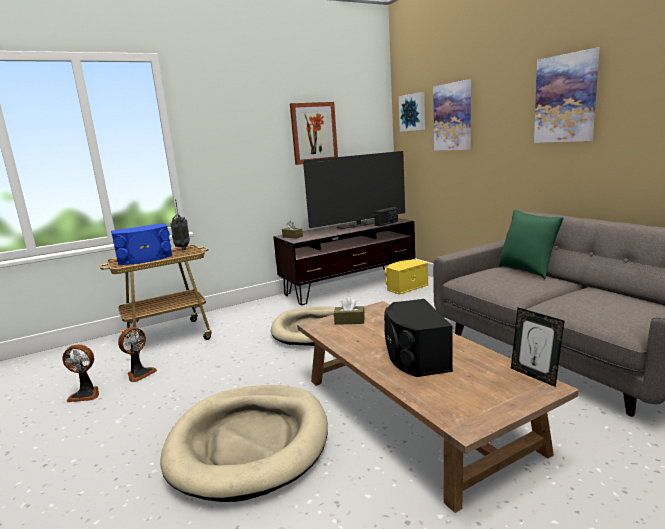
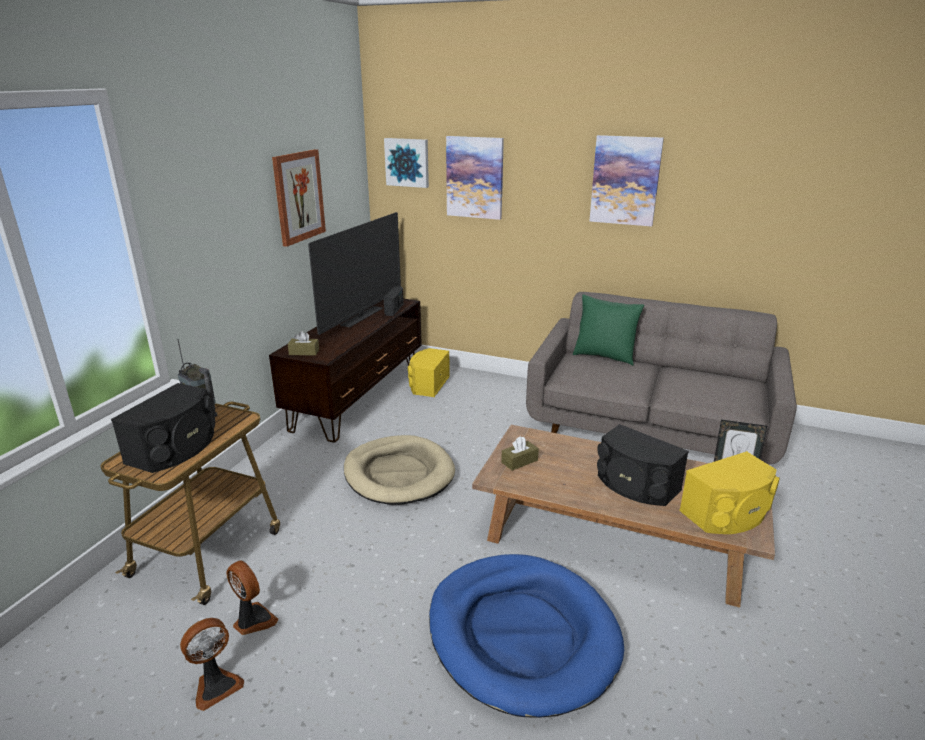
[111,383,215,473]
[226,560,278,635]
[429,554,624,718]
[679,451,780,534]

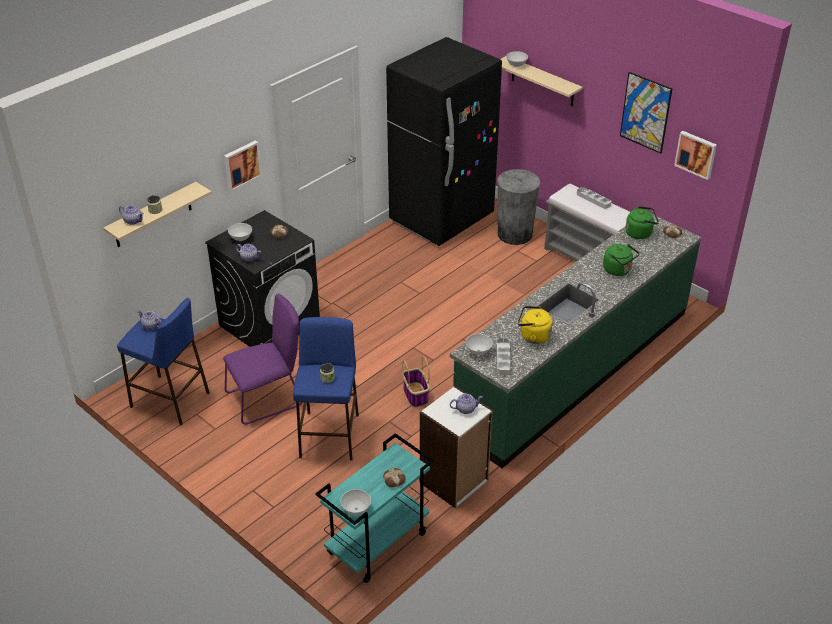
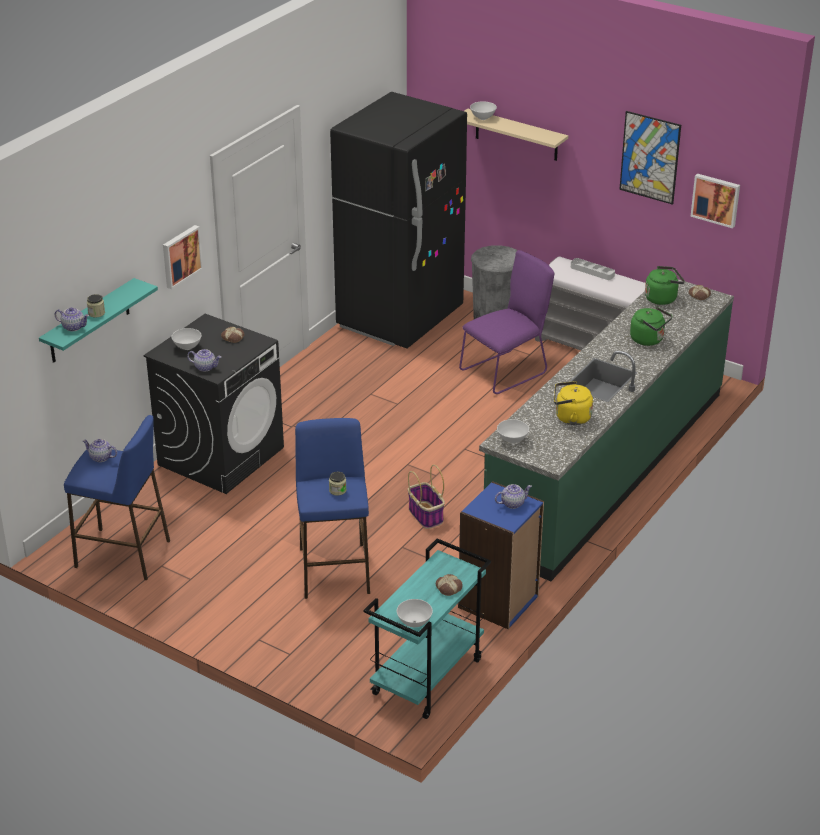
[39,278,158,363]
[459,250,554,394]
[497,338,511,375] (first image)
[458,481,544,629]

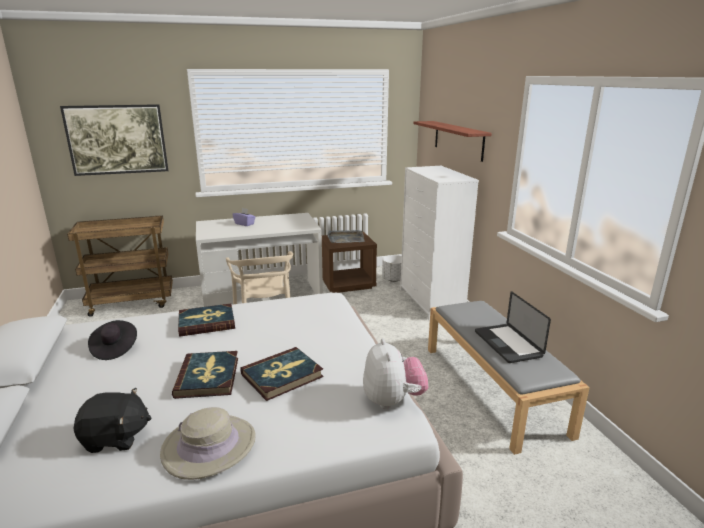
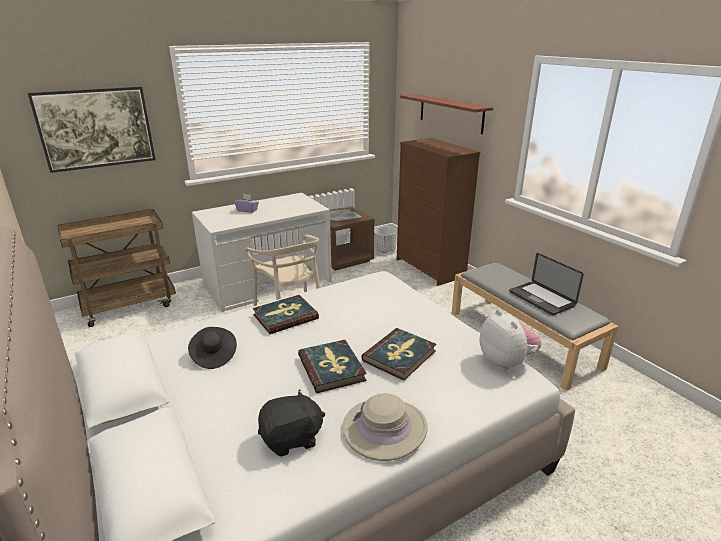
[397,138,480,286]

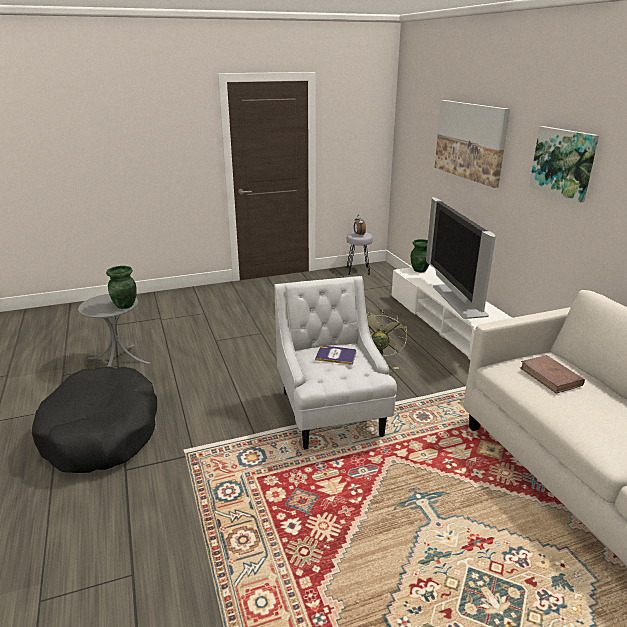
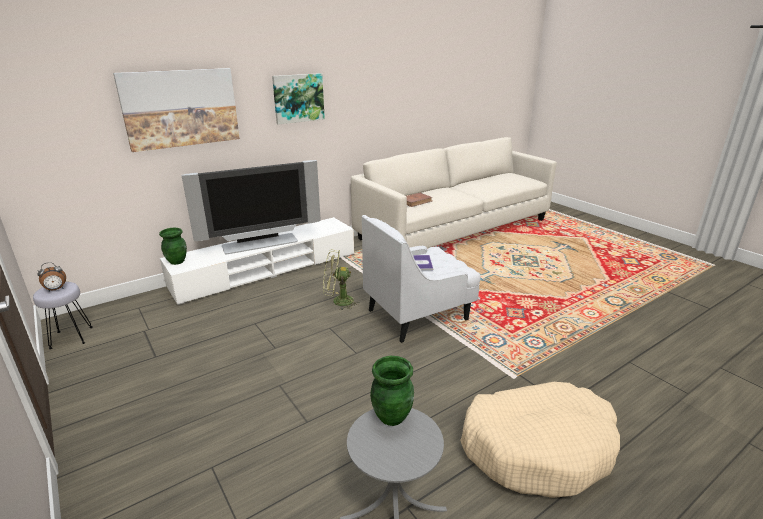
[460,382,620,498]

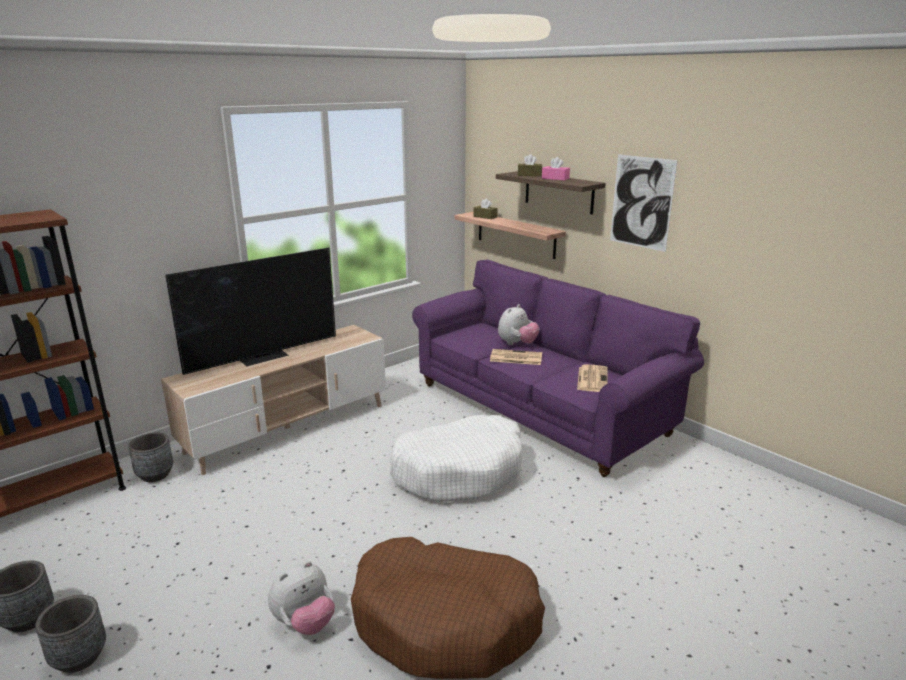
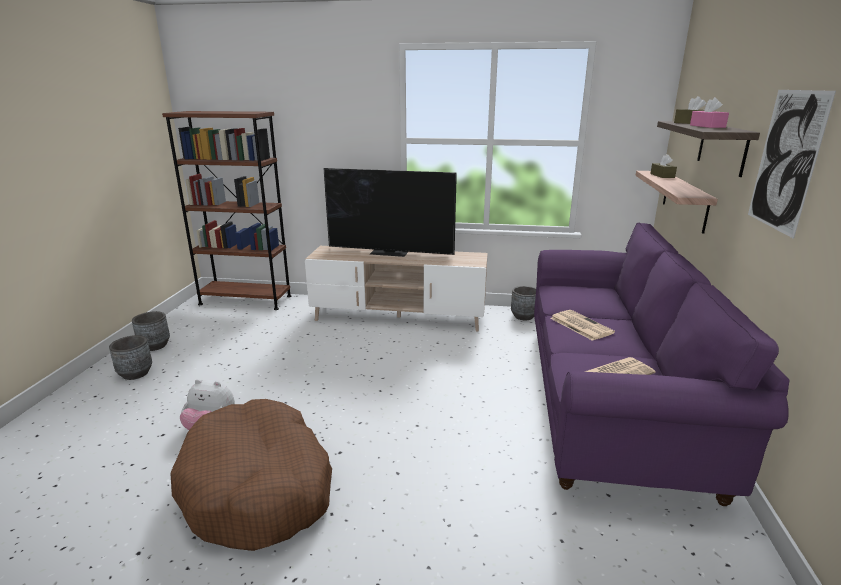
[498,304,539,345] (first image)
[390,415,522,502] (first image)
[511,286,536,320]

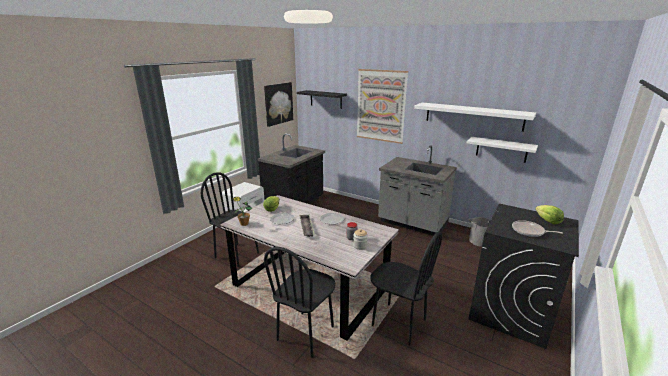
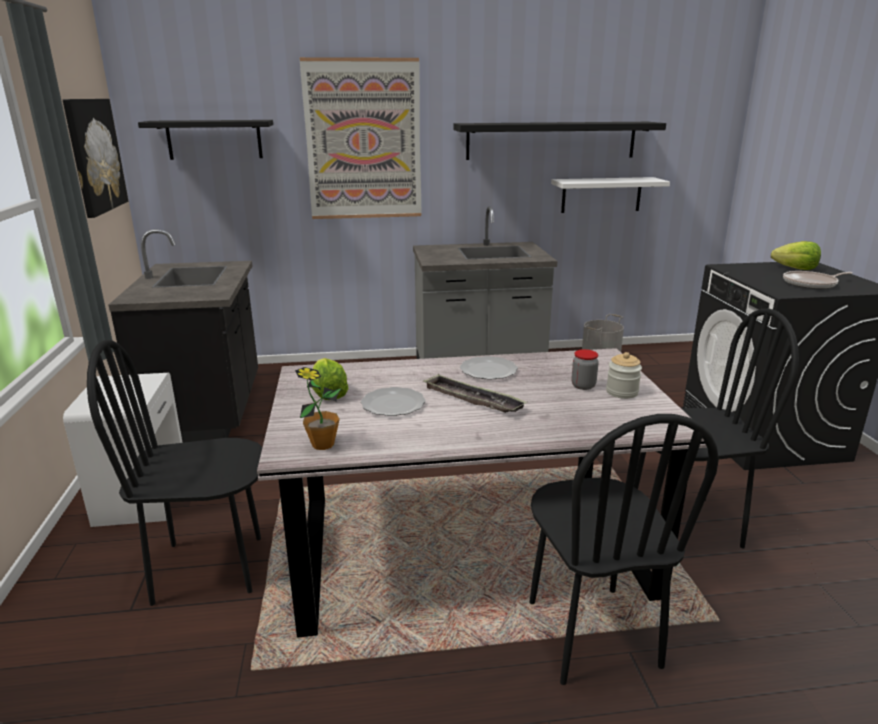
[454,122,666,160]

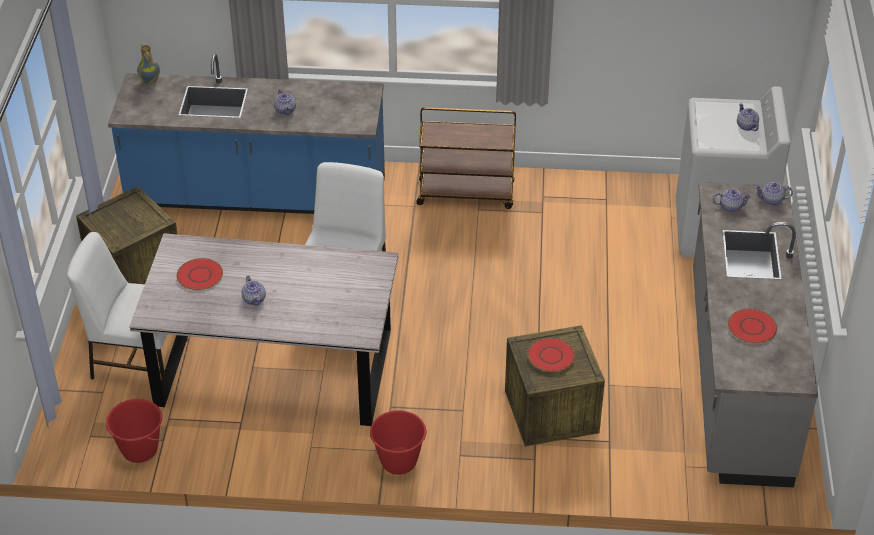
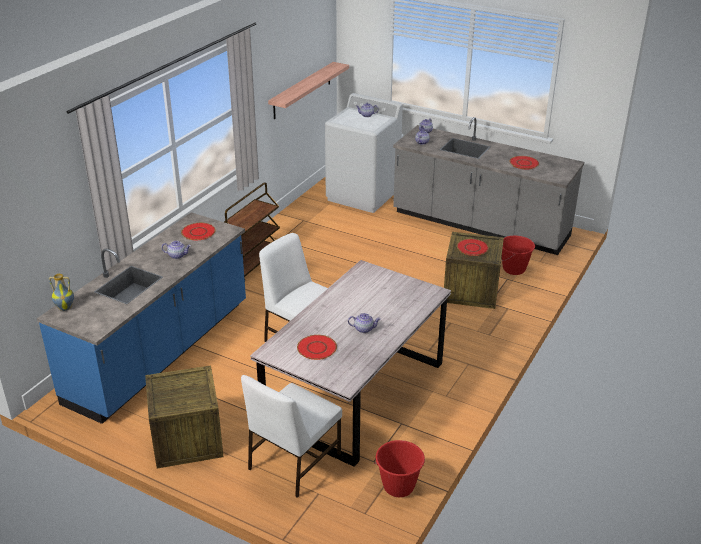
[501,236,535,275]
[268,62,349,119]
[181,223,216,240]

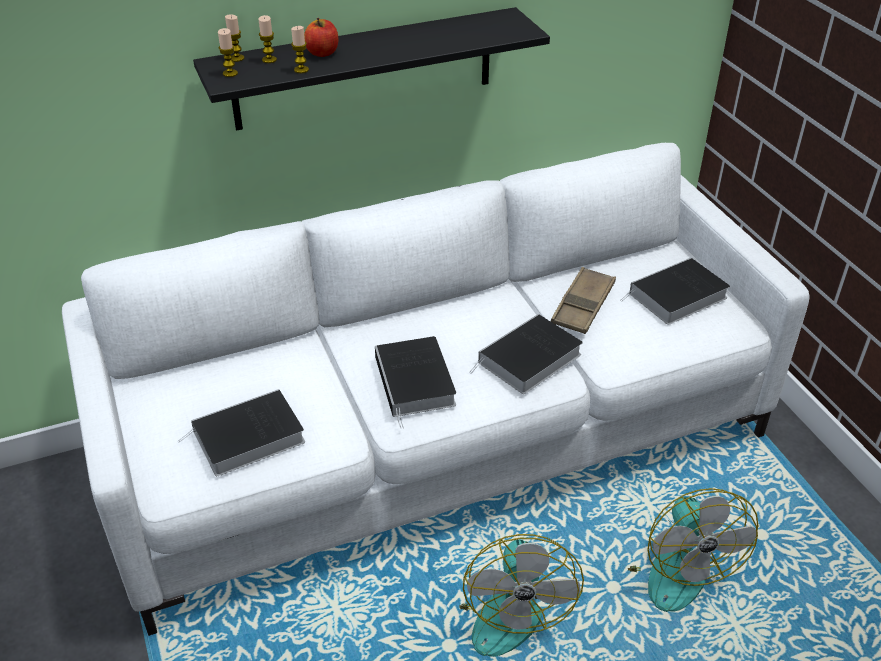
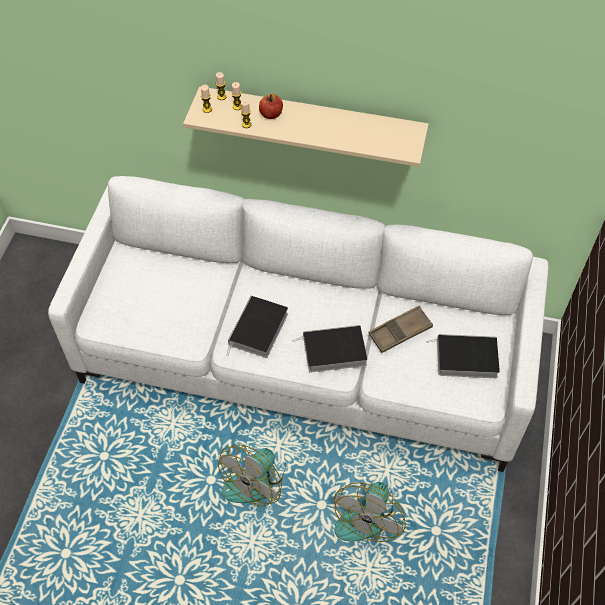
[183,86,429,167]
[177,389,305,476] (first image)

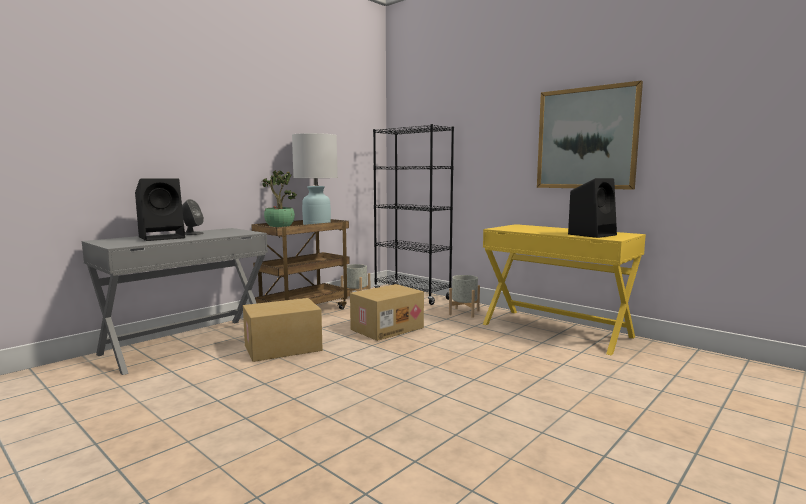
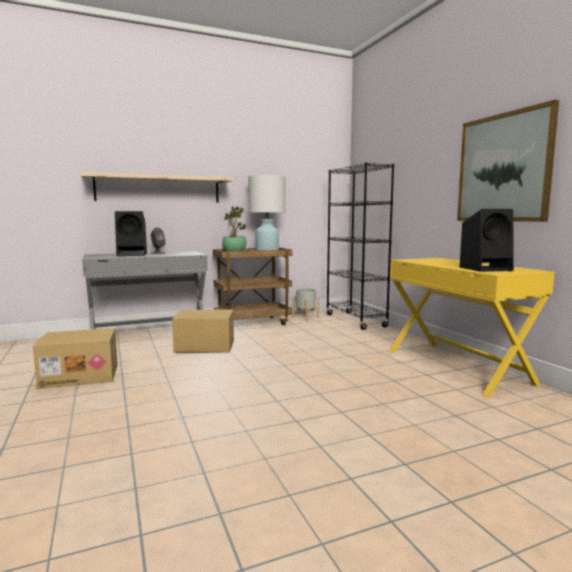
[449,275,480,318] (first image)
[33,328,118,389]
[81,172,233,203]

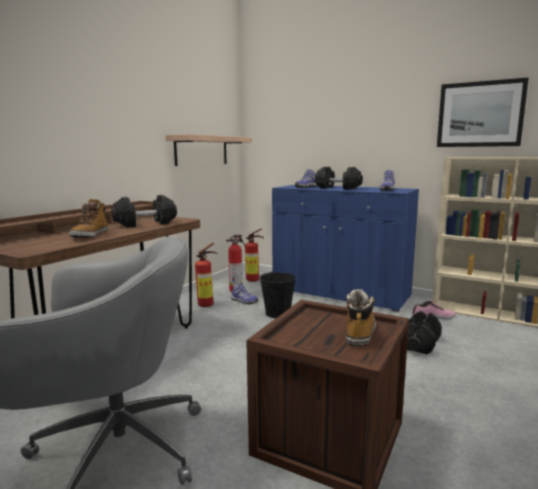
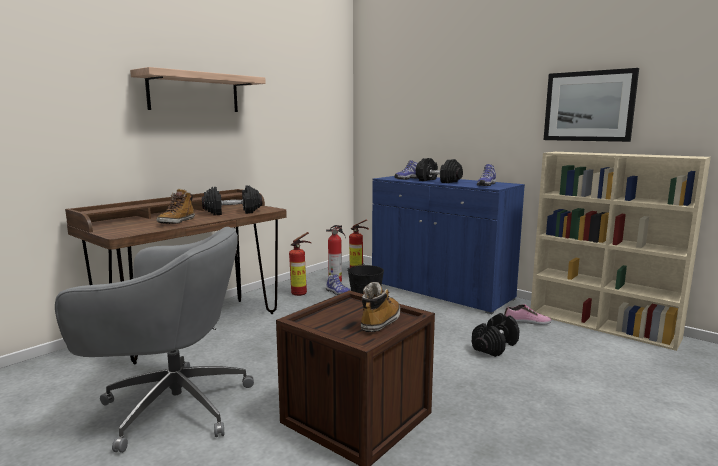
[130,67,266,112]

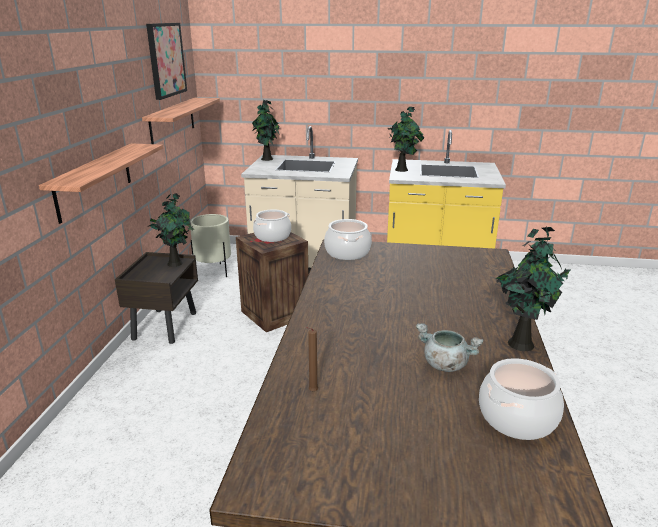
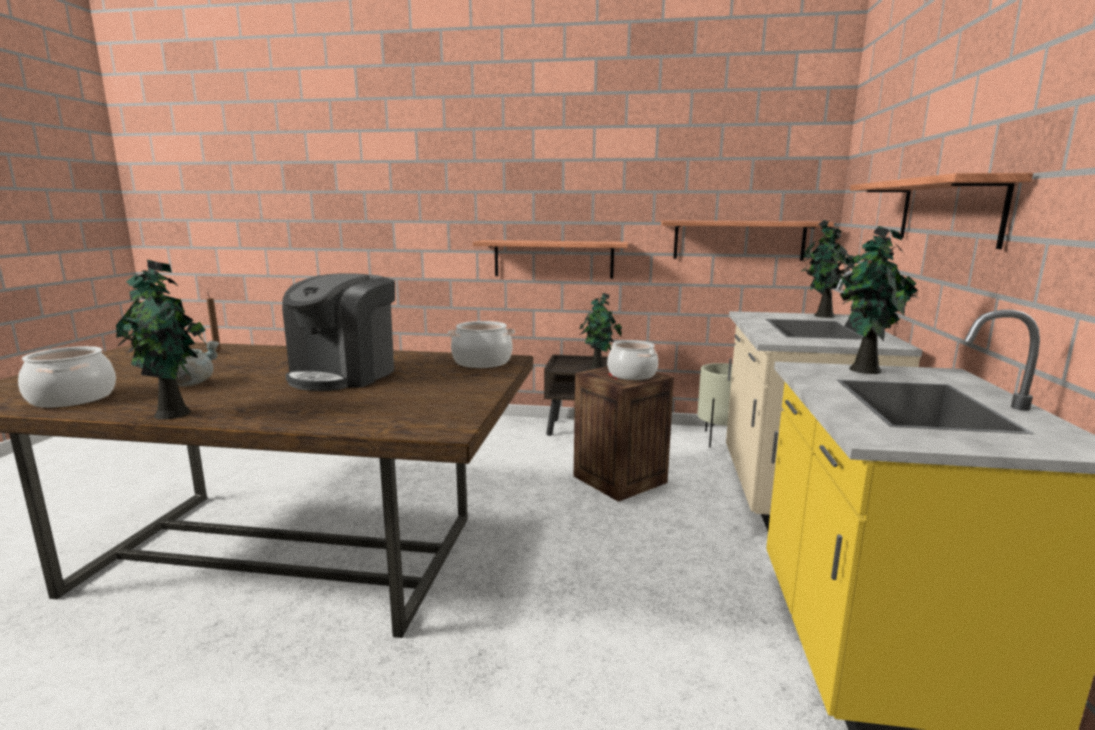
[146,23,187,100] (first image)
[850,173,1033,249]
[282,273,395,391]

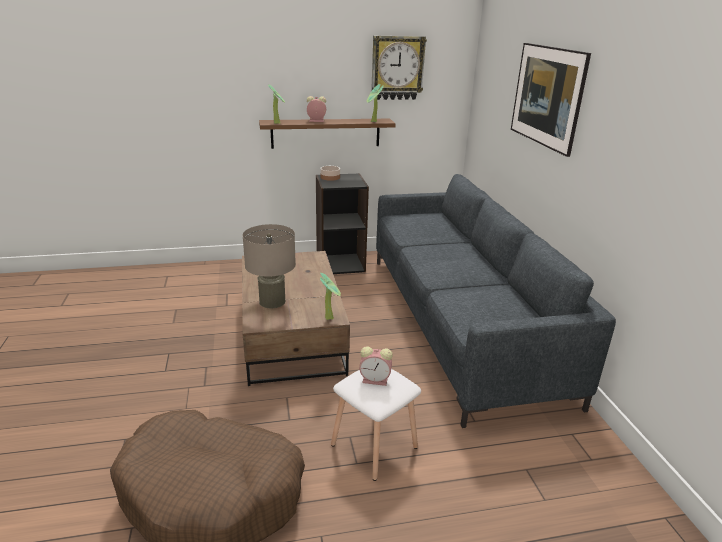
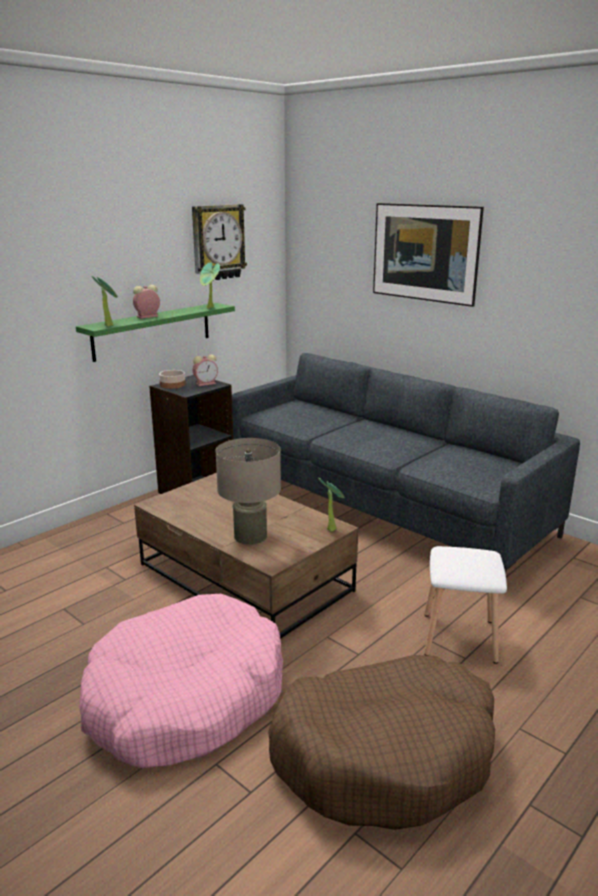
[76,303,235,362]
[193,354,218,386]
[79,594,283,768]

